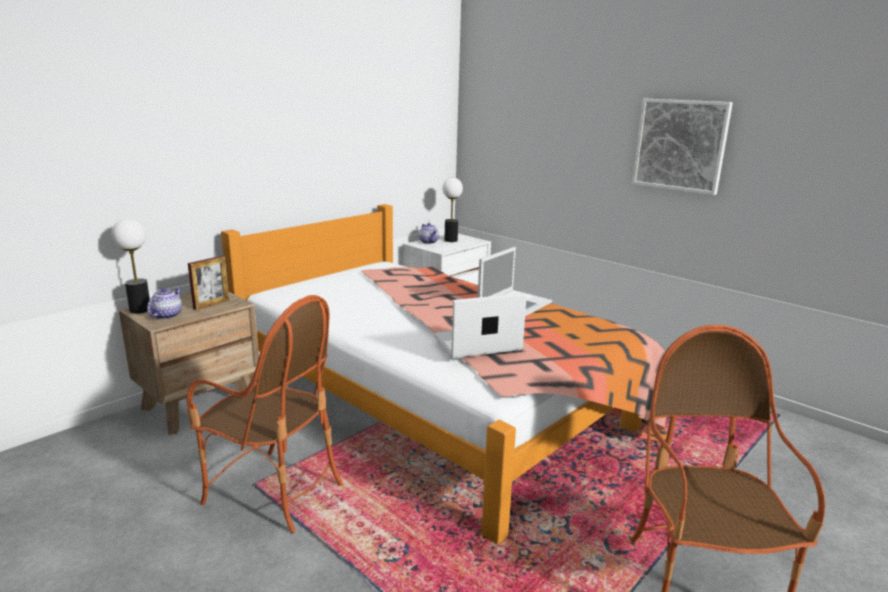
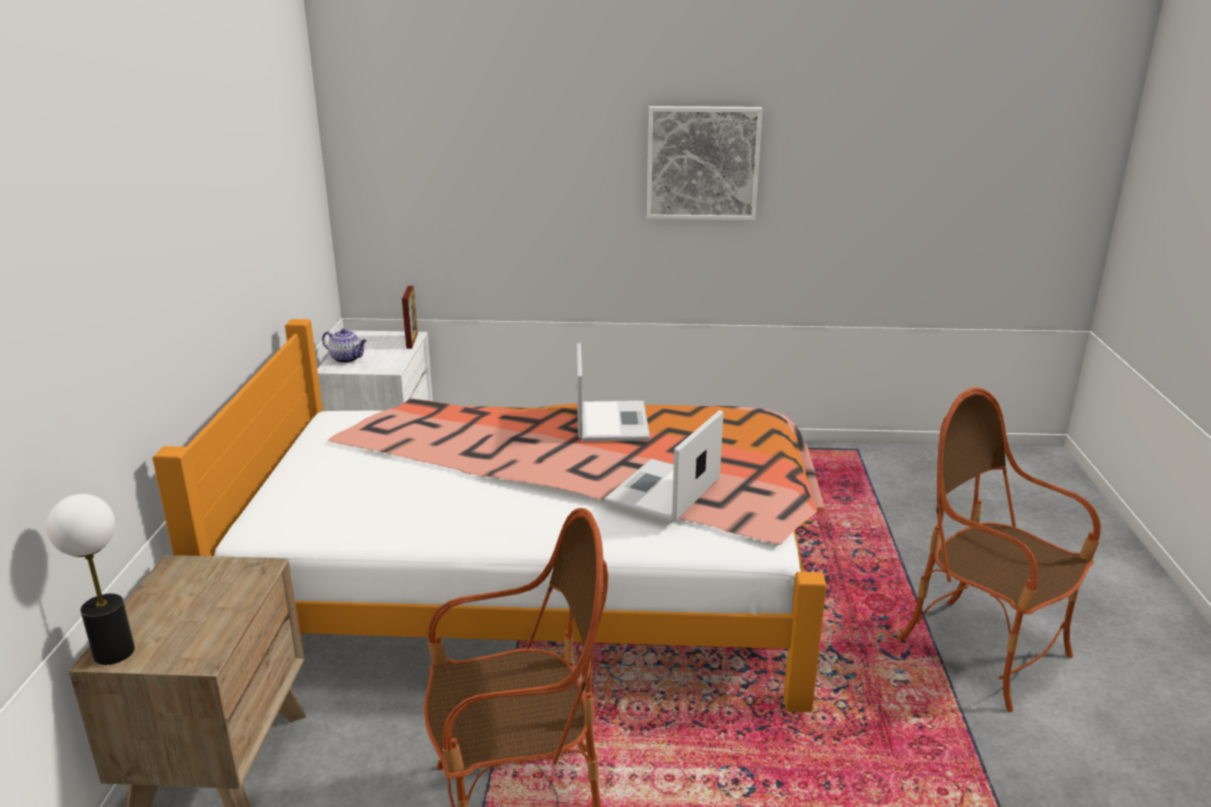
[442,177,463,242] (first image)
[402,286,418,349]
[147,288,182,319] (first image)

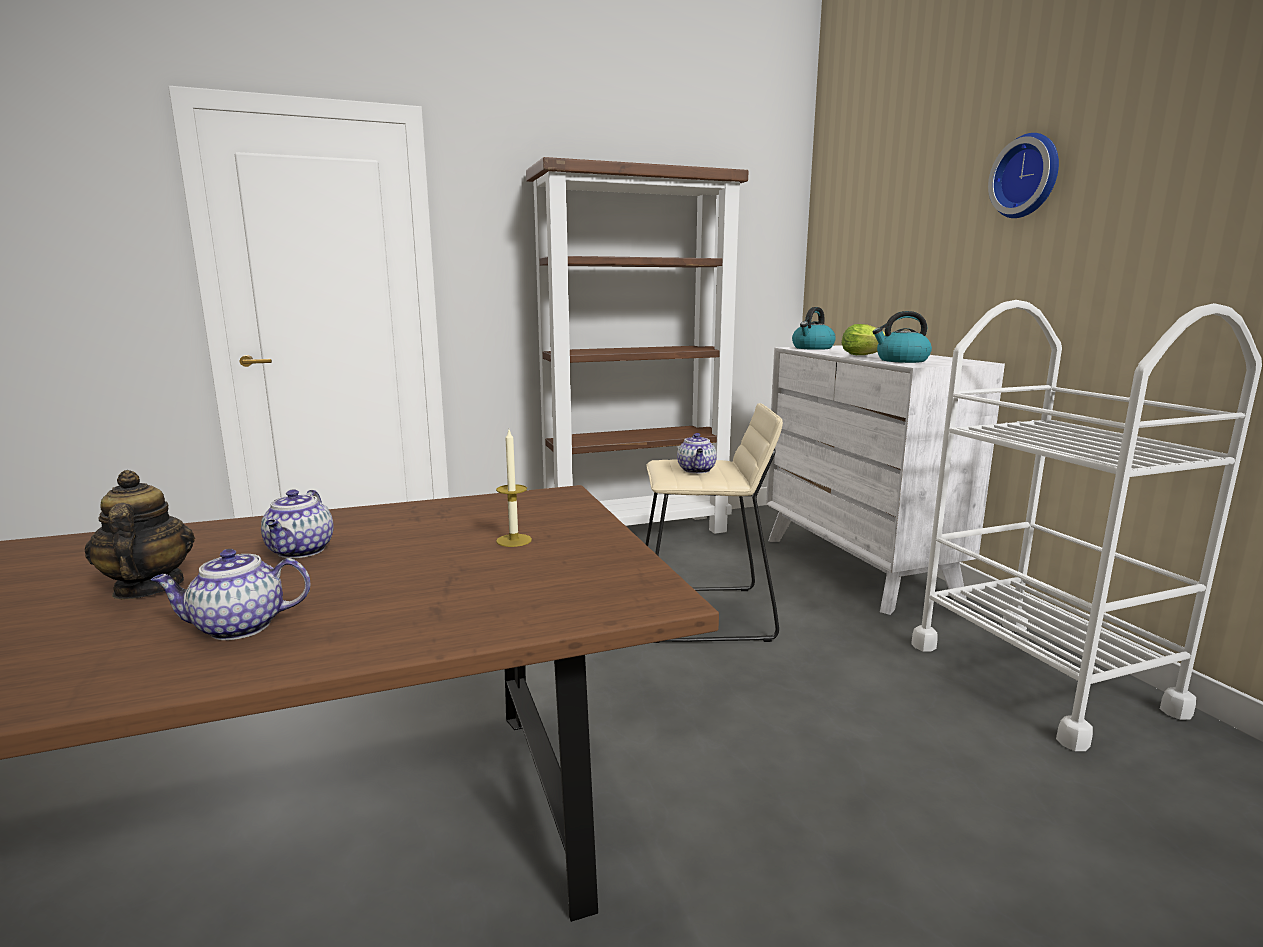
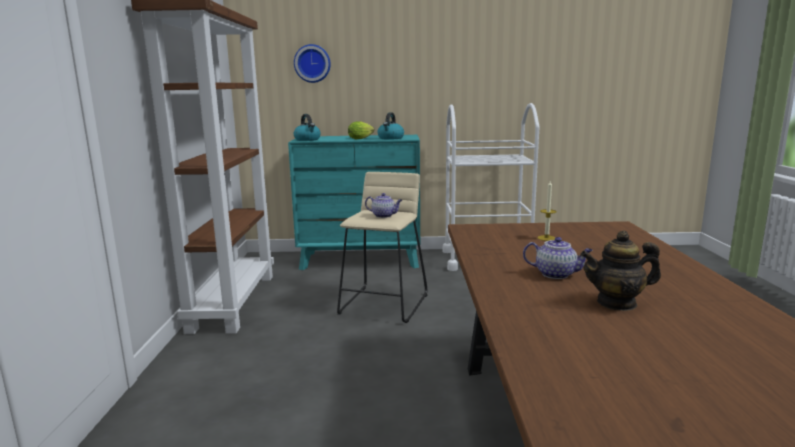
[294,44,331,83]
[288,135,420,270]
[151,549,310,640] (first image)

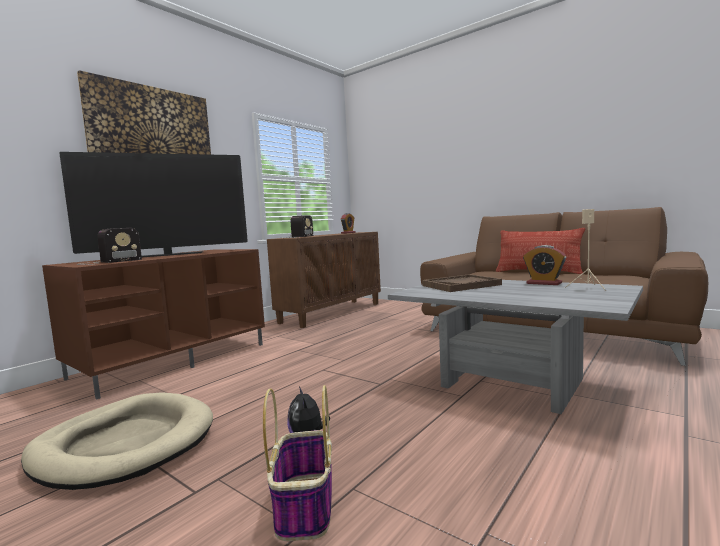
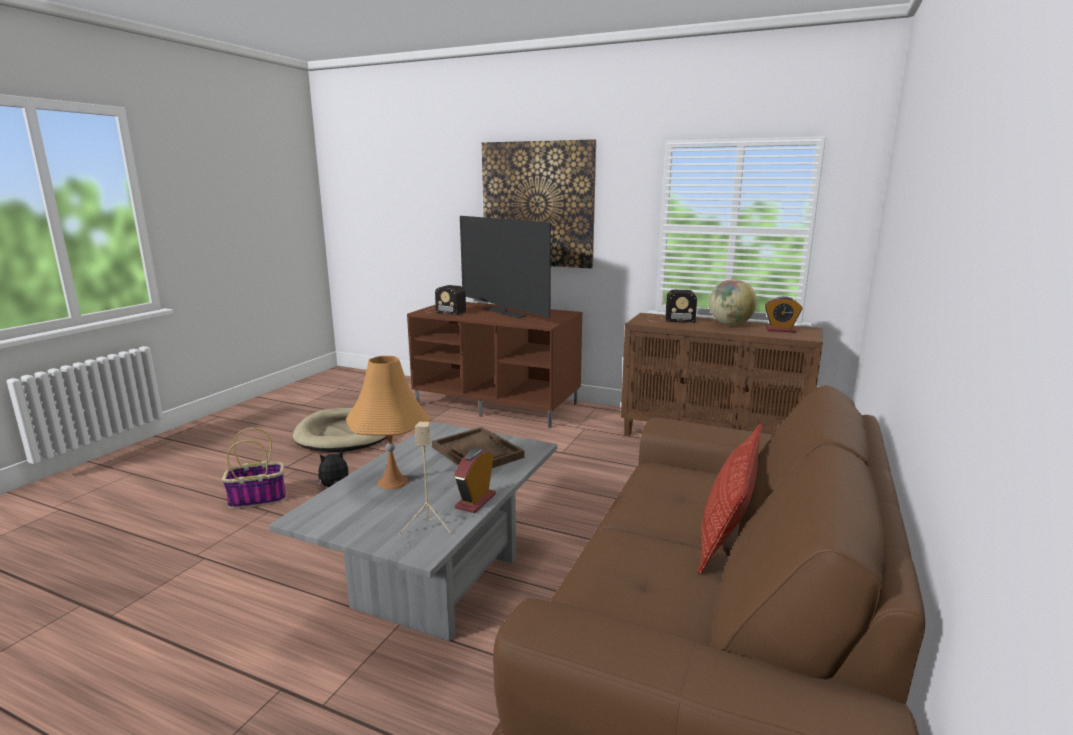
[709,279,757,325]
[346,356,431,489]

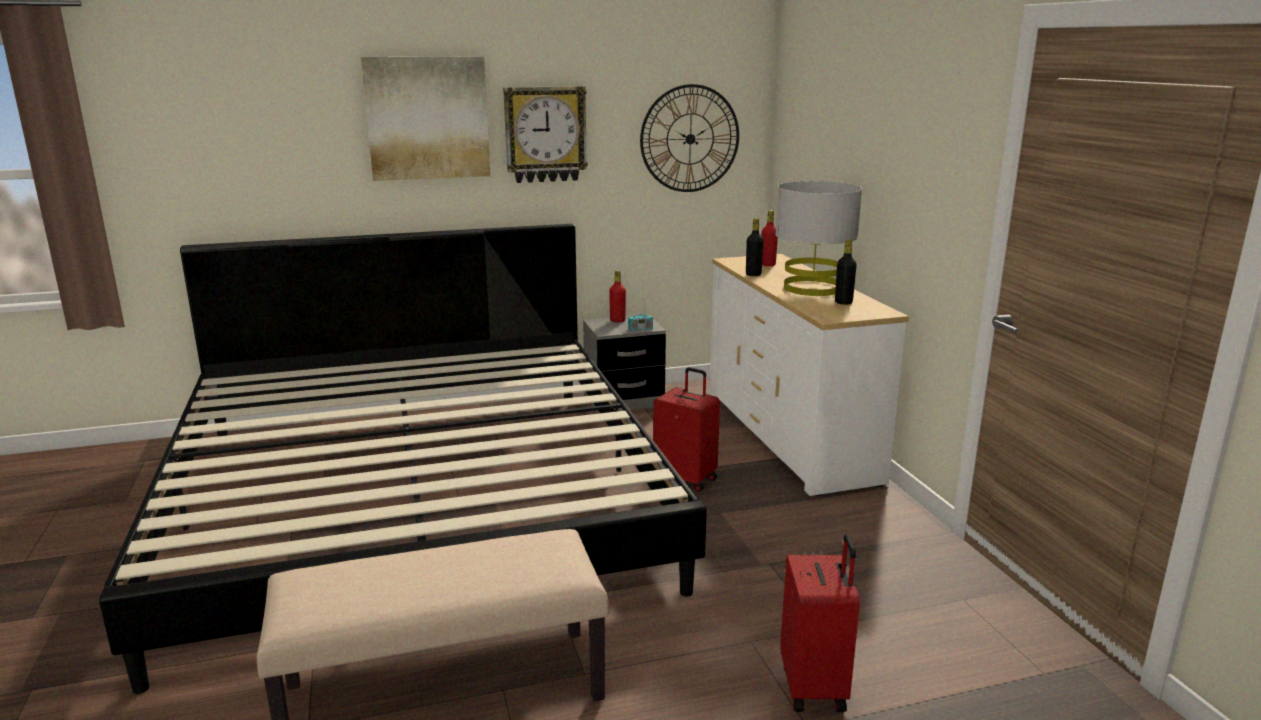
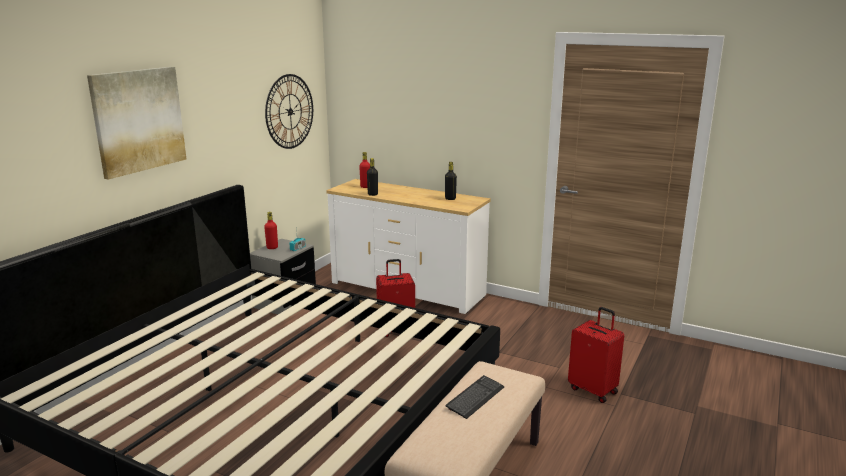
[503,86,588,183] (first image)
[775,181,862,296] (first image)
[446,375,504,419]

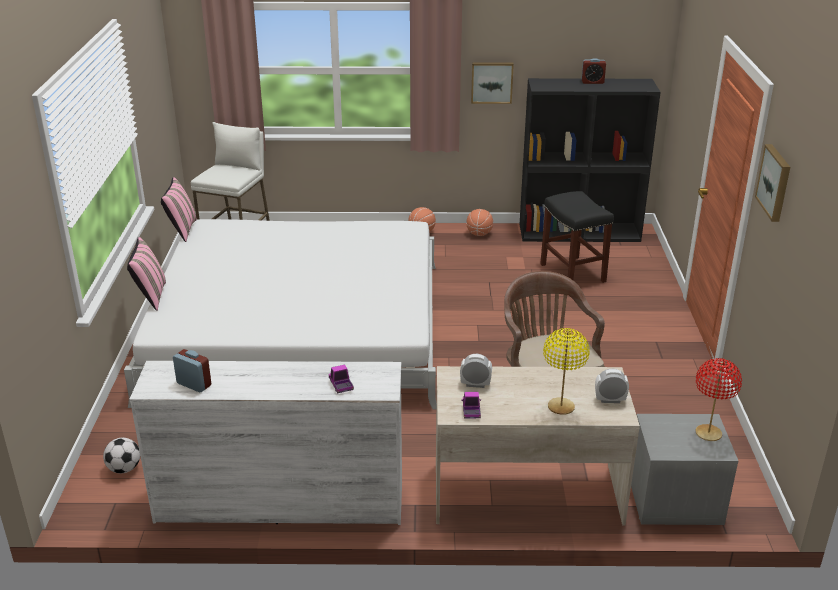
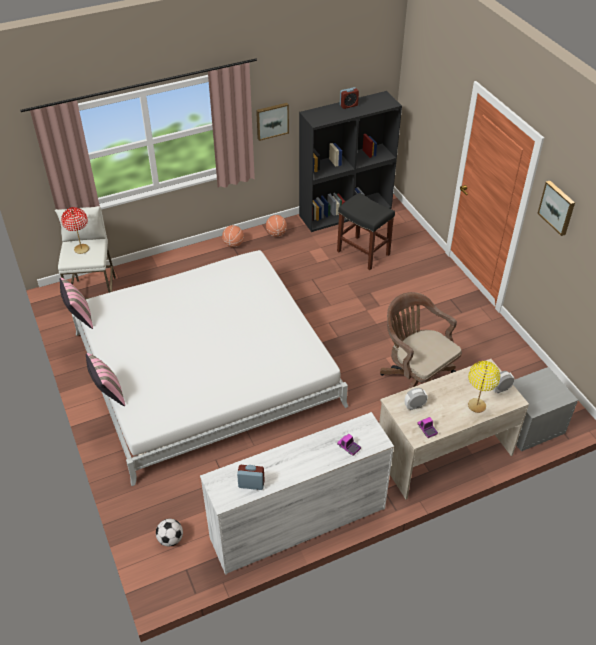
[61,207,89,254]

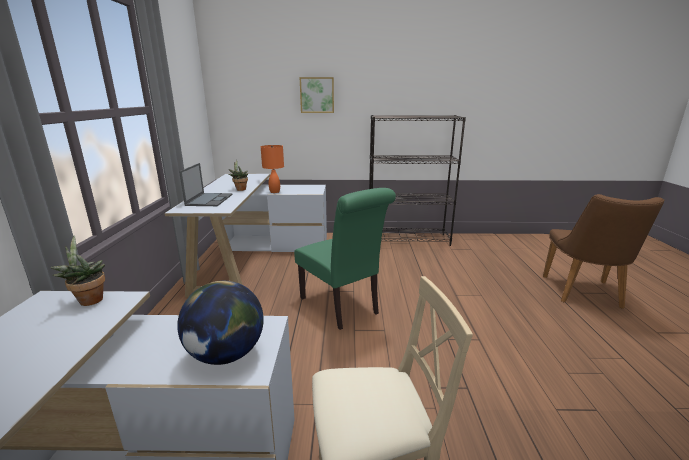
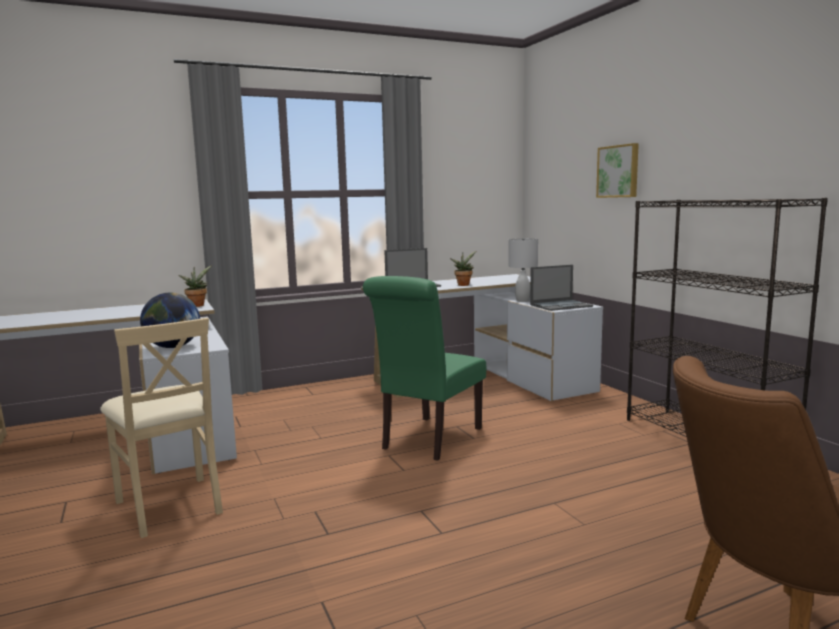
[508,238,538,302]
[530,265,593,311]

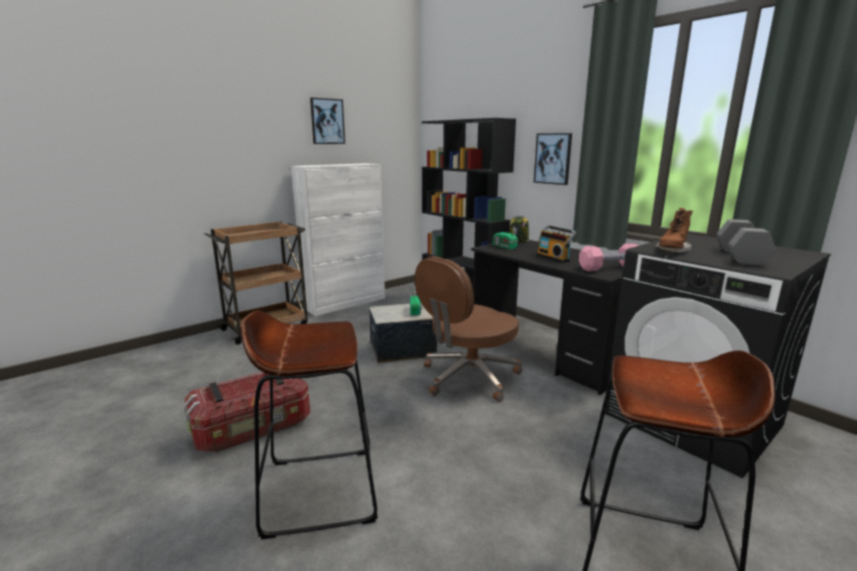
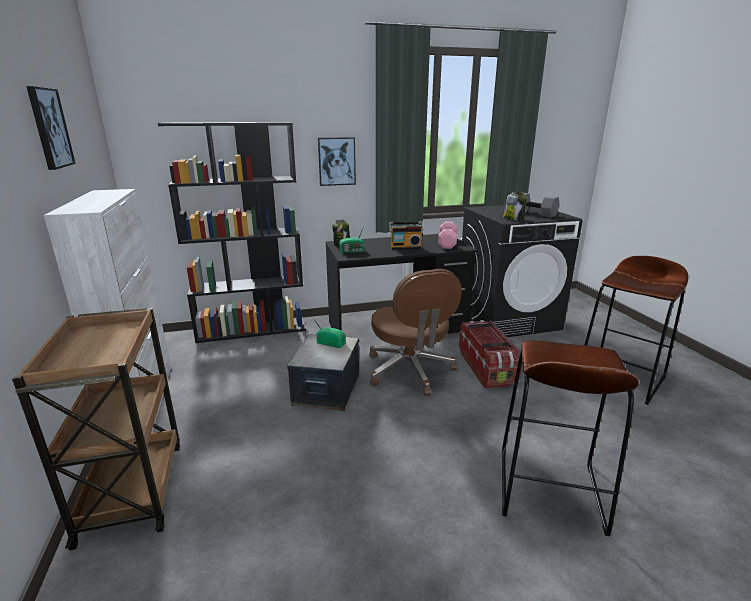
[503,192,527,220]
[459,320,522,389]

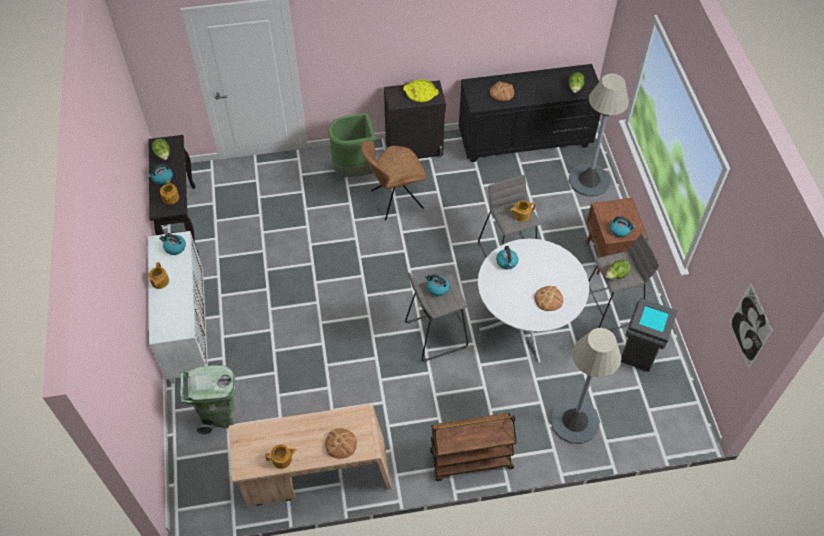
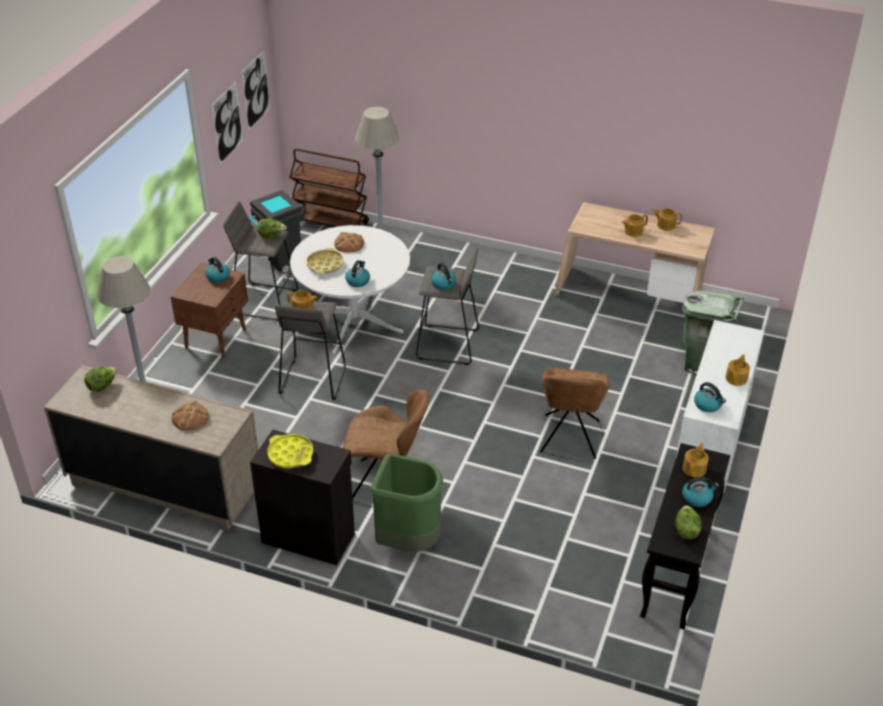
[44,365,258,532]
[289,149,369,227]
[325,429,357,459] (first image)
[211,82,243,166]
[622,214,648,237]
[306,248,344,274]
[540,368,610,459]

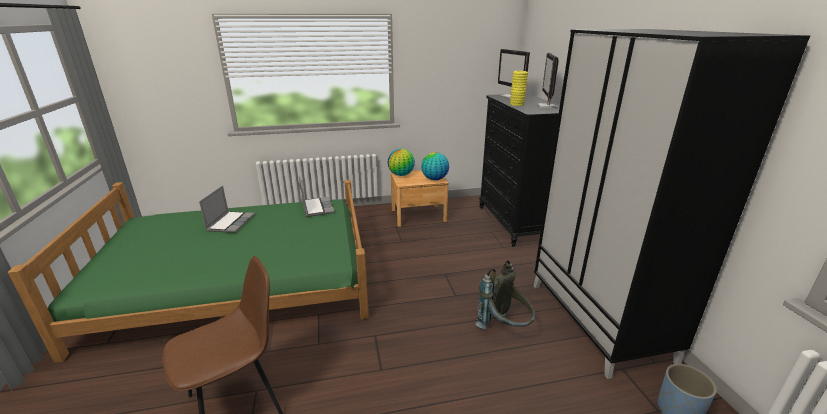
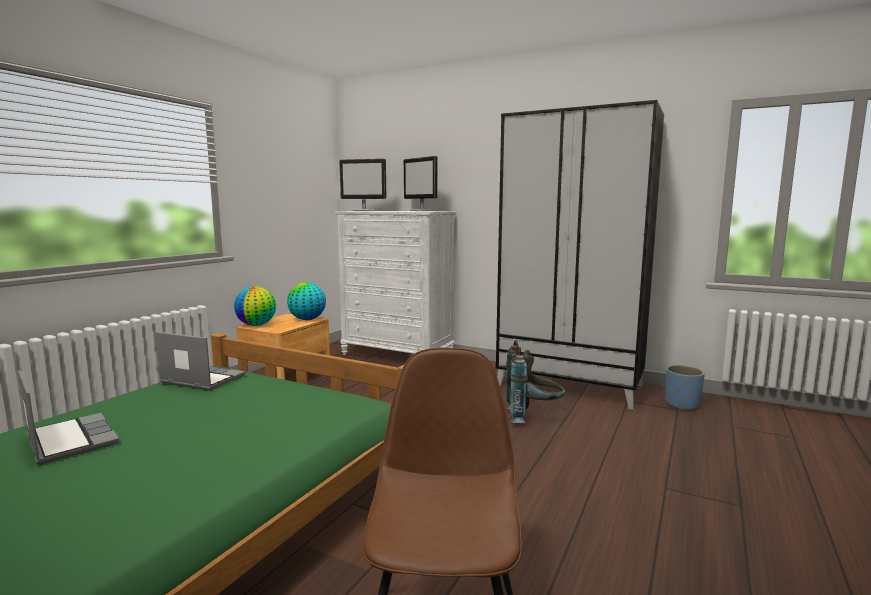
[510,71,528,106] (first image)
[335,211,456,355]

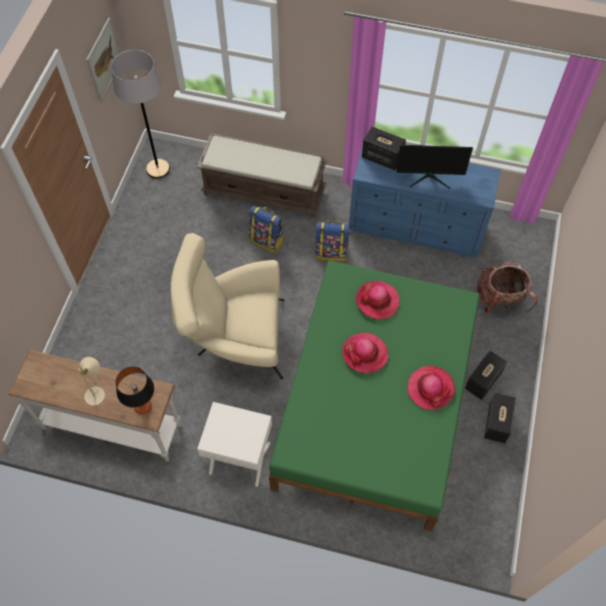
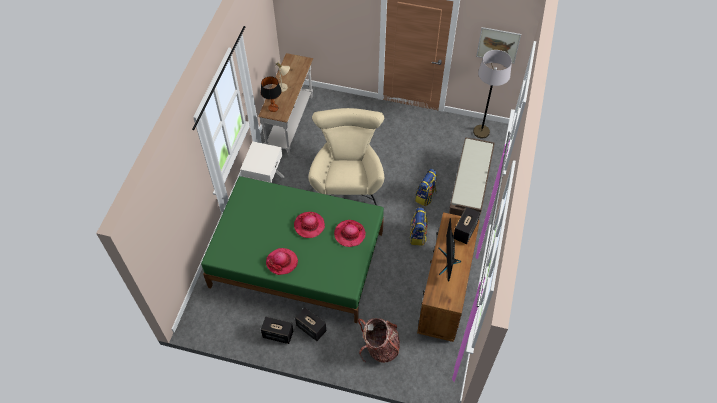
[417,212,480,342]

